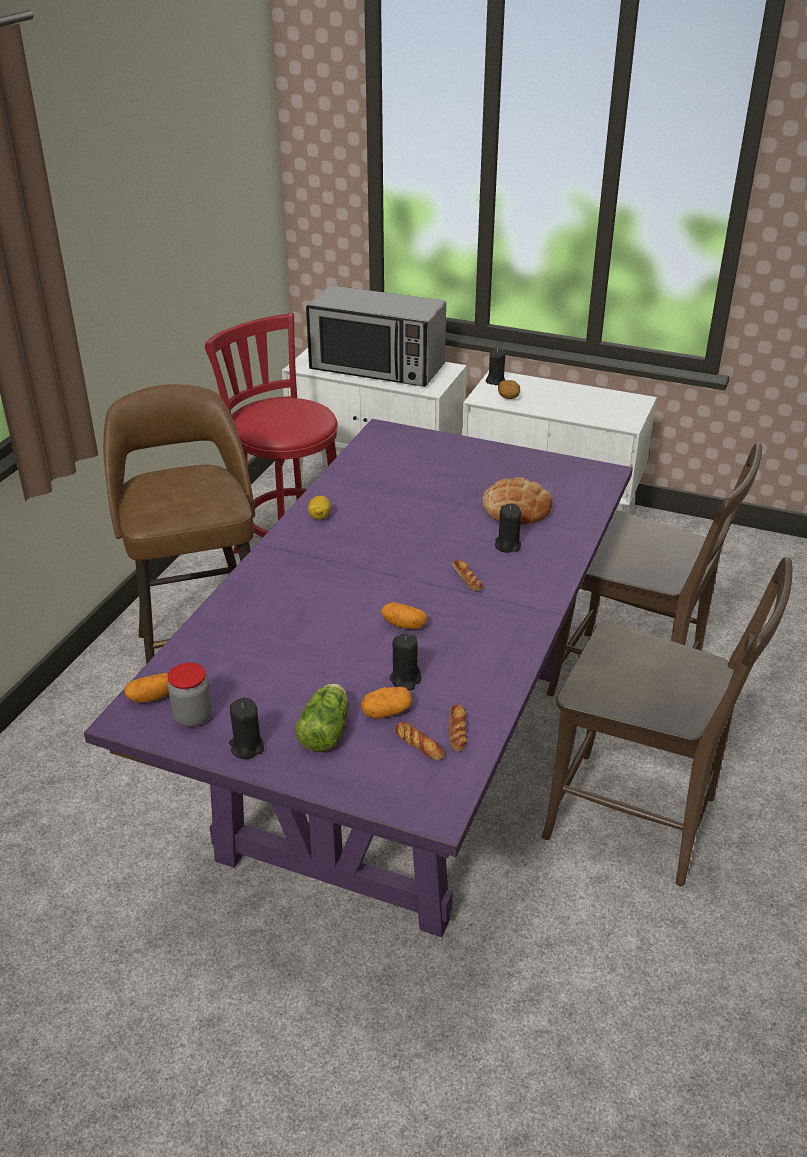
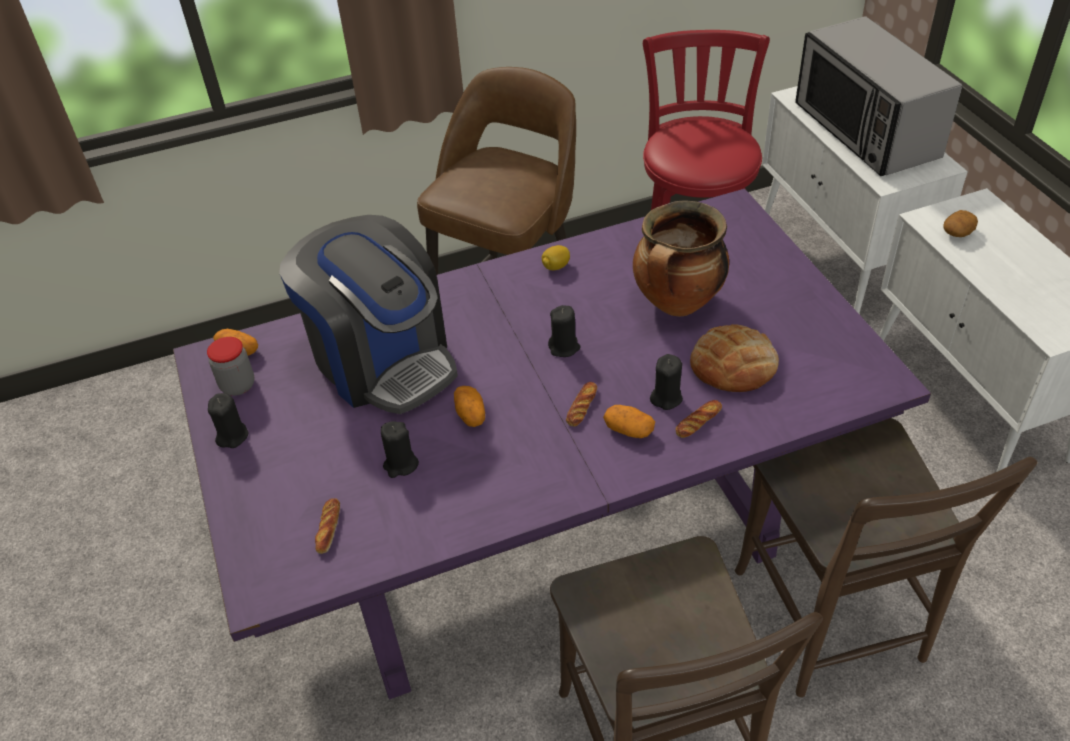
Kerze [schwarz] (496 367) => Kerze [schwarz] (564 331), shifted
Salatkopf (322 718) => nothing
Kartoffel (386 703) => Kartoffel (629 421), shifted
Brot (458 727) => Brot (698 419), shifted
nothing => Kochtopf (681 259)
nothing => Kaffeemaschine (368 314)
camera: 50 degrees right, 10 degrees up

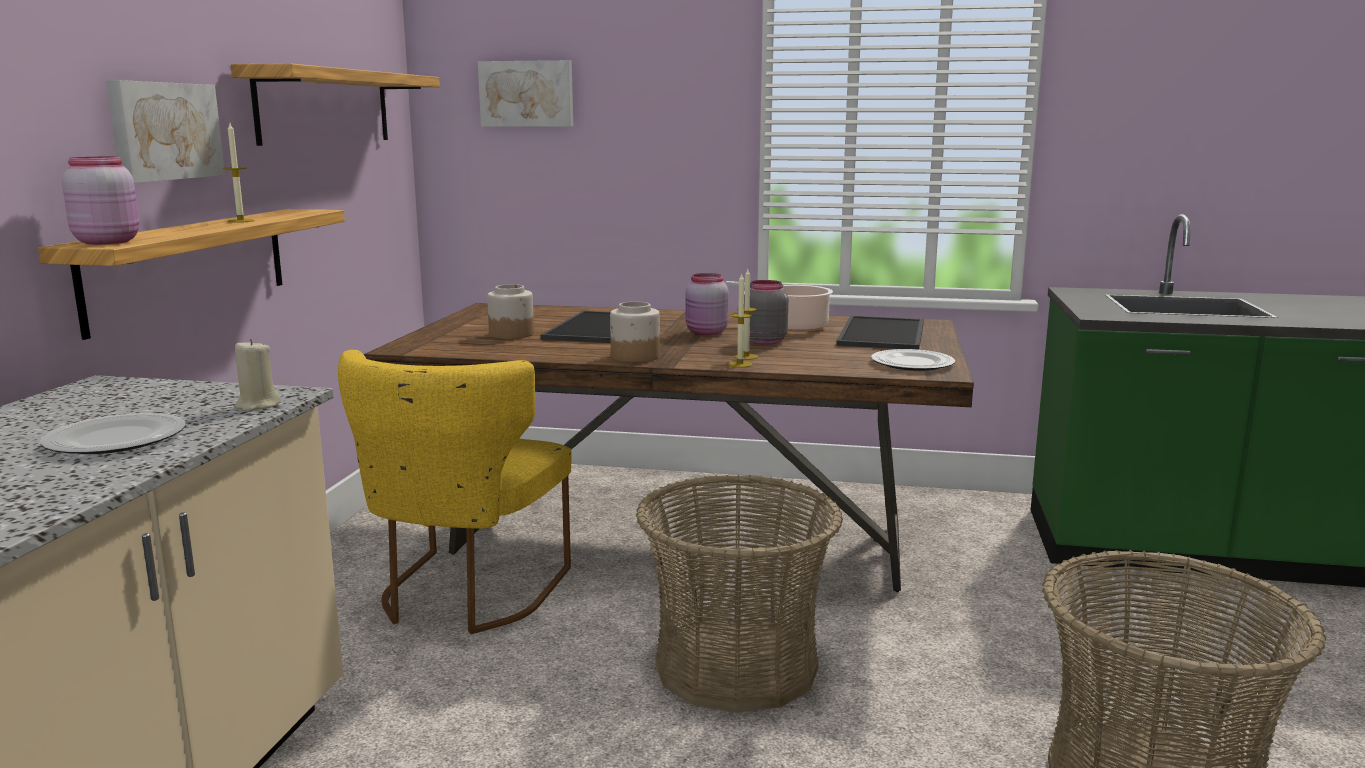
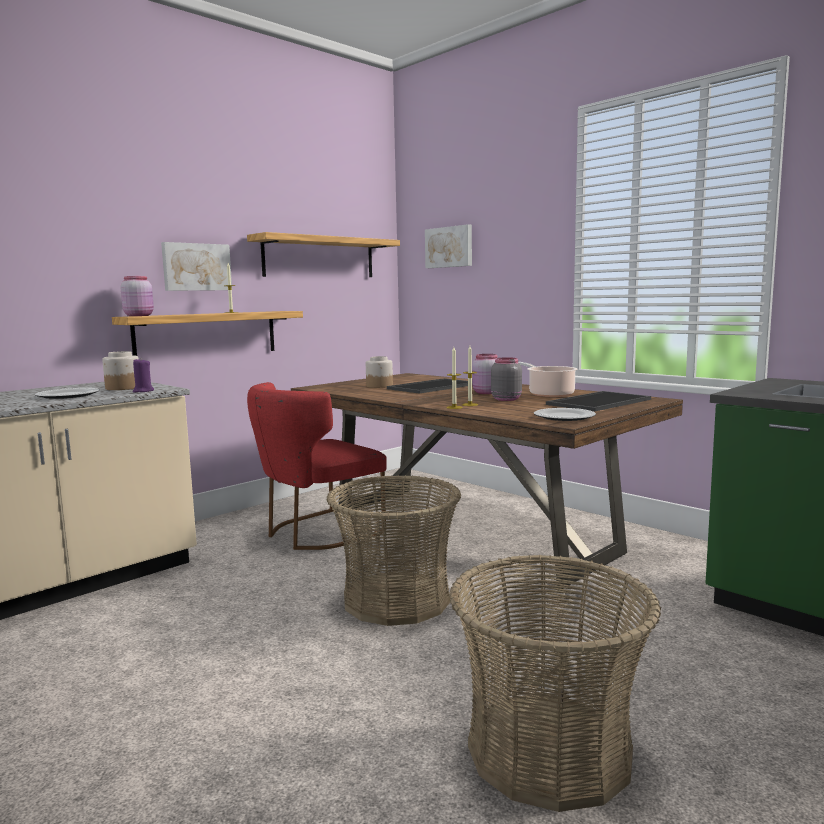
Vorratsglas (635 331) => Vorratsglas (120 370), shifted
Kerze [beige] (258 375) => Kerze [lila] (143 376)
Stuhl [gelb] (455 492) => Stuhl [rot] (317 466)
camera: 35 degrees right, 5 degrees down

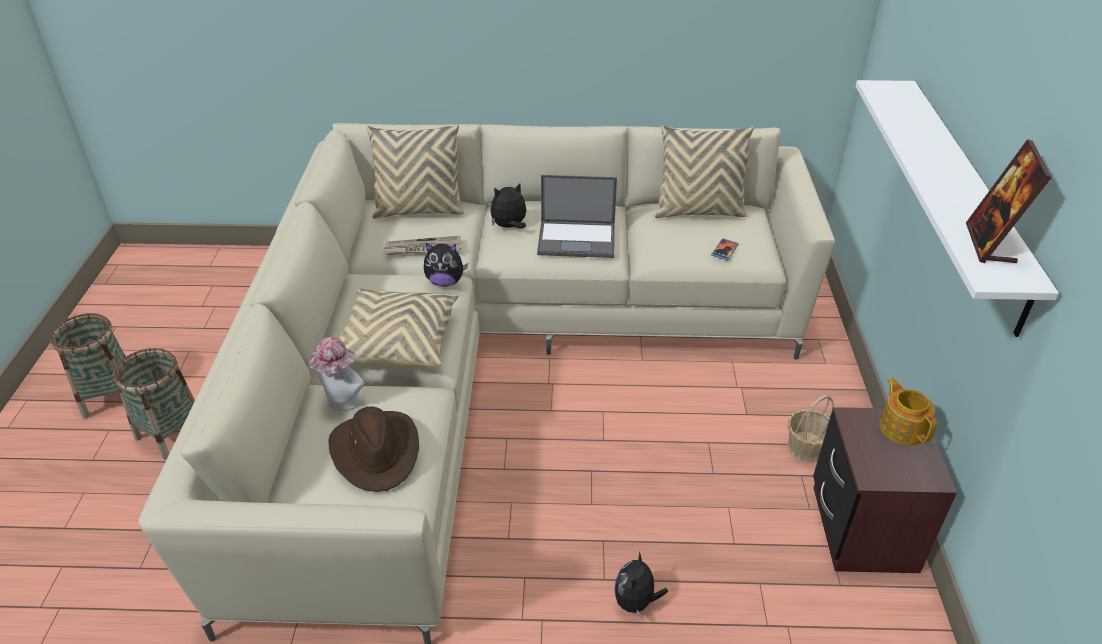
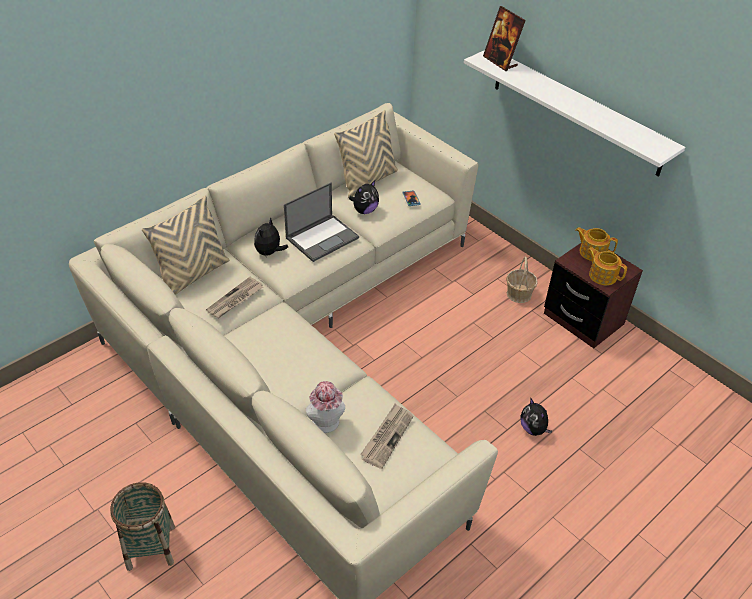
Bilderrahmen (1009 201) => Bilderrahmen (504 38), shifted
Plüschtier (446 265) => Plüschtier (364 197), shifted
Kissen [beige] (399 327) => nothing
Korb (88 366) => nothing
Hut [braun] (374 449) => Zeitung (386 436)
nothing => Teekanne (607 266)
camera: 45 degrees left, 5 degrees up

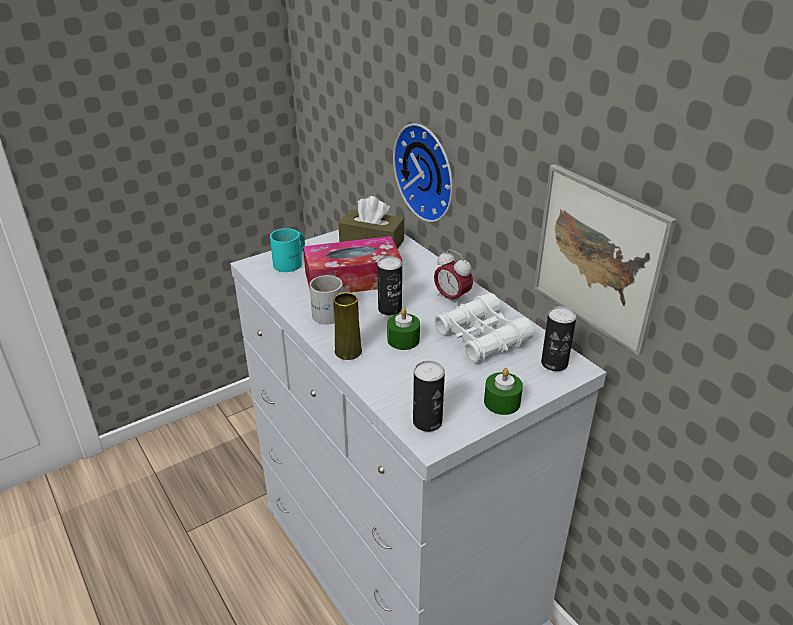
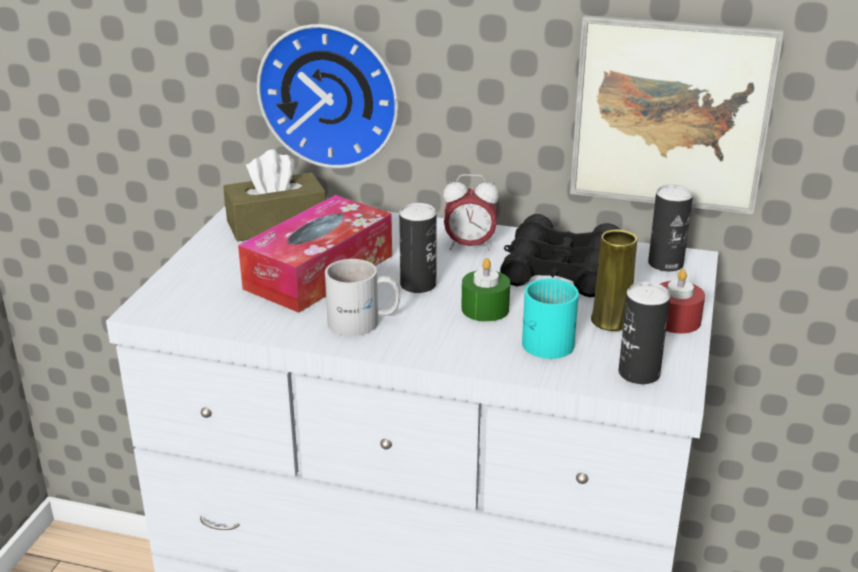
Henkelbecher [türkis] (287 250) => Henkelbecher [türkis] (550 319), shifted
Vase [gelb] (347 326) => Vase [gelb] (614 280), shifted
Fernglas [weiß] (484 328) => Fernglas [schwarz] (560 255)
Kerze [grün] (503 391) => Kerze [rot] (682 301)
camera: 40 degrees left, 5 degrees down

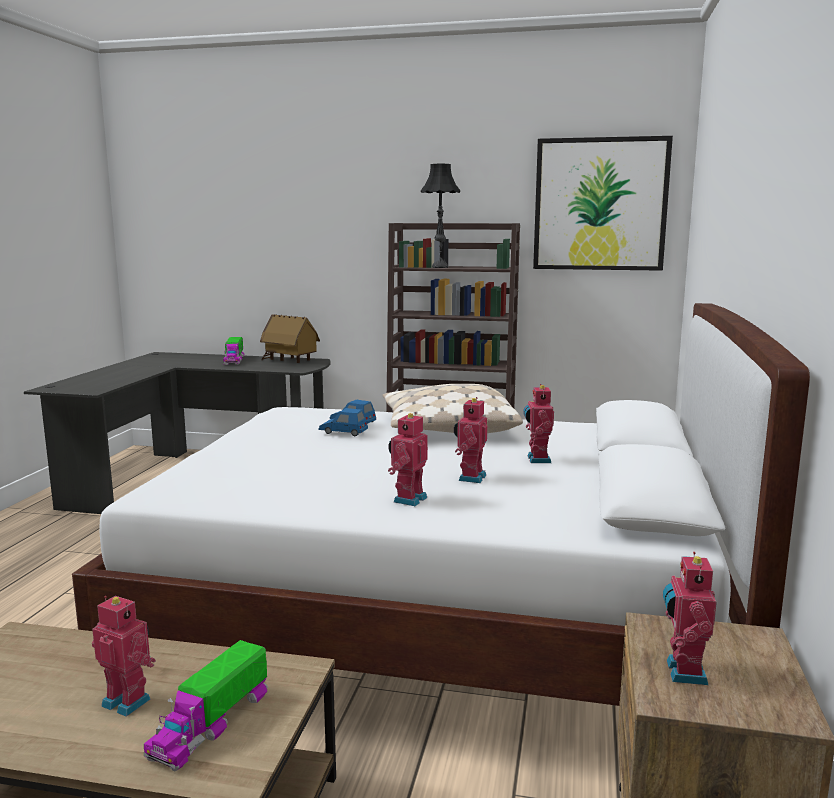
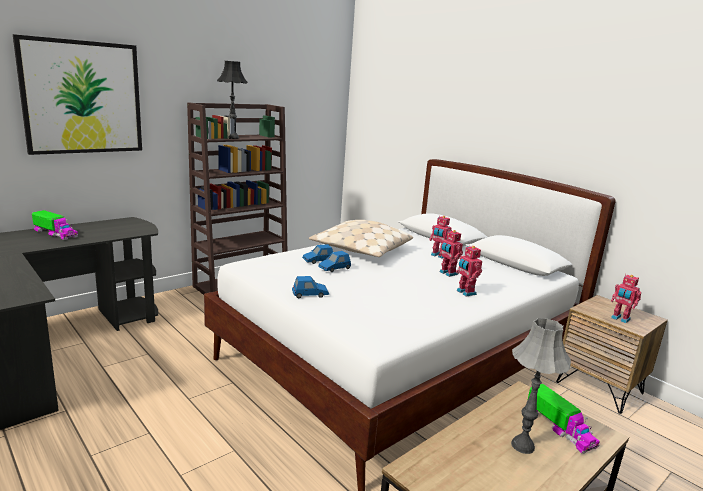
Bild (603 203) => Bild (77 94), shifted
Spielzeughaus (290 338) => nothing
Spielzeugroboter (124 656) => Tischlampe [grau] (541 386)
nothing => Spielzeugauto [blau] (310 287)
camera: 55 degrees left, 5 degrees up

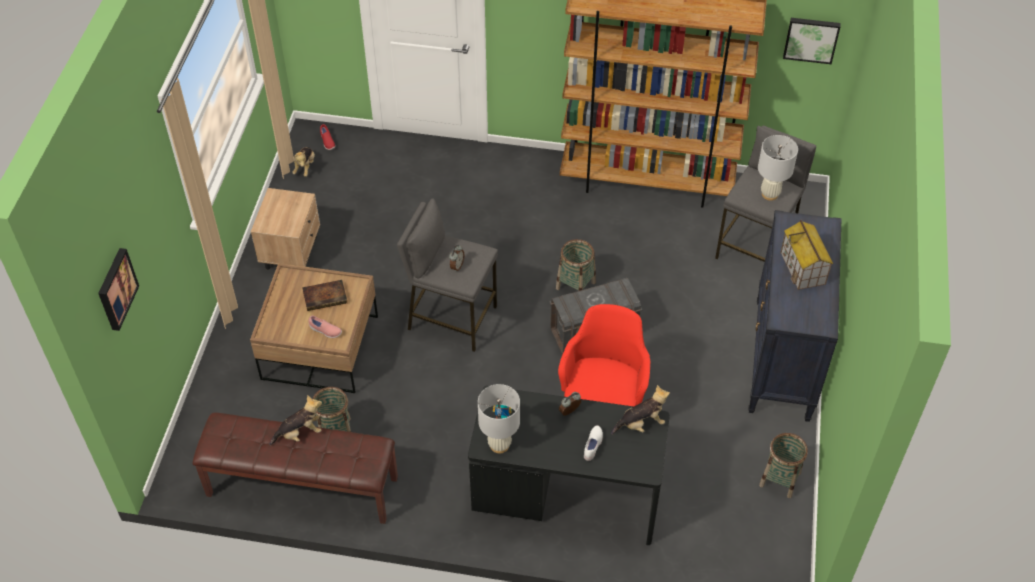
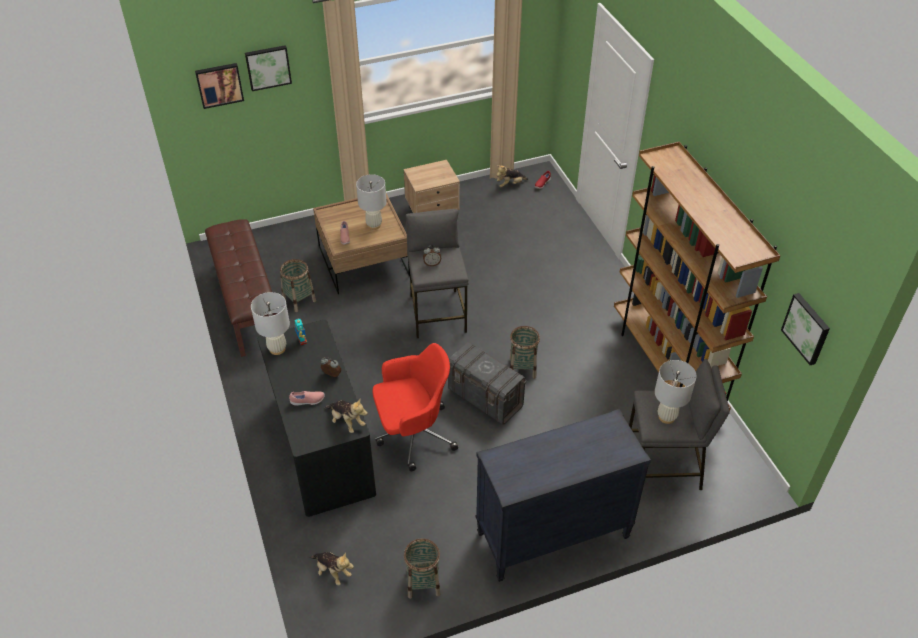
Spielzeughaus (806 255) => nothing
Buch (324 295) => Tischlampe [weiß] (371 202)
Plüschtier (295 420) => Plüschtier (331 568), shifted
Schuh [weiß] (593 443) => Schuh [rosa] (307 398)
nothing => Bild (268 68)
camera: 60 degrees right, 5 degrees down

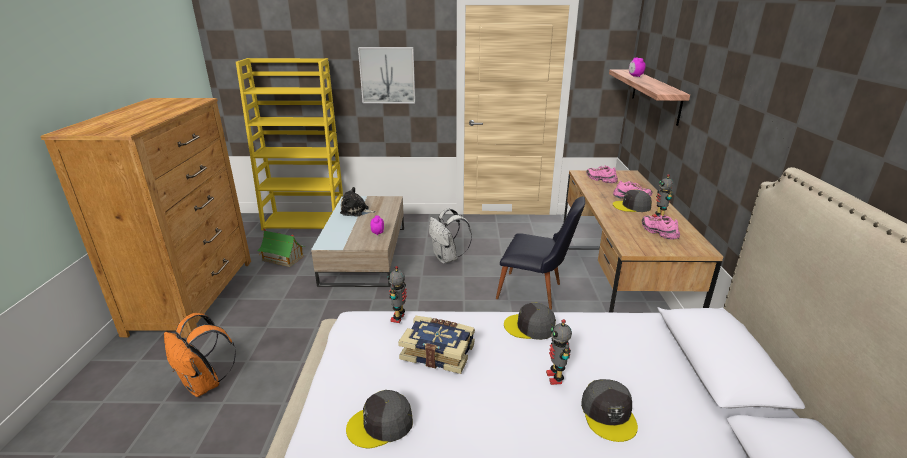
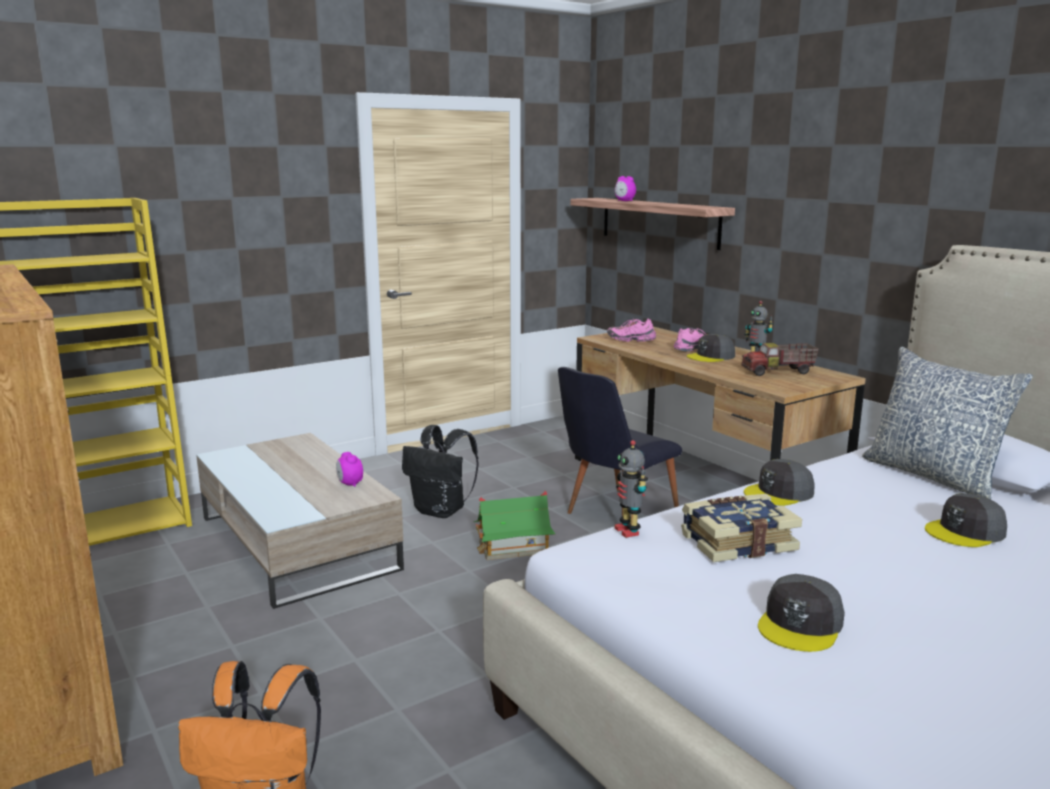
Bild (386 75) => nothing
Plüschtier (358 202) => nothing
Stuhl [schwarz] (540 253) => Stuhl [schwarz] (620 441), 150 degrees clockwise
Rucksack [weiß] (450 236) => Rucksack [schwarz] (440 471)
Schuh [rosa] (661 227) => Spielzeuglaster (780 359)
Spielzeughaus (281 248) => Spielzeughaus (514 525), shifted
Spielzeugroboter (559 352) => nothing
Kappe [grau] (609 410) => Kappe [grau] (966 520), 105 degrees clockwise
nothing => Kissen (947 423)
camera: 35 degrees left, 10 degrees down

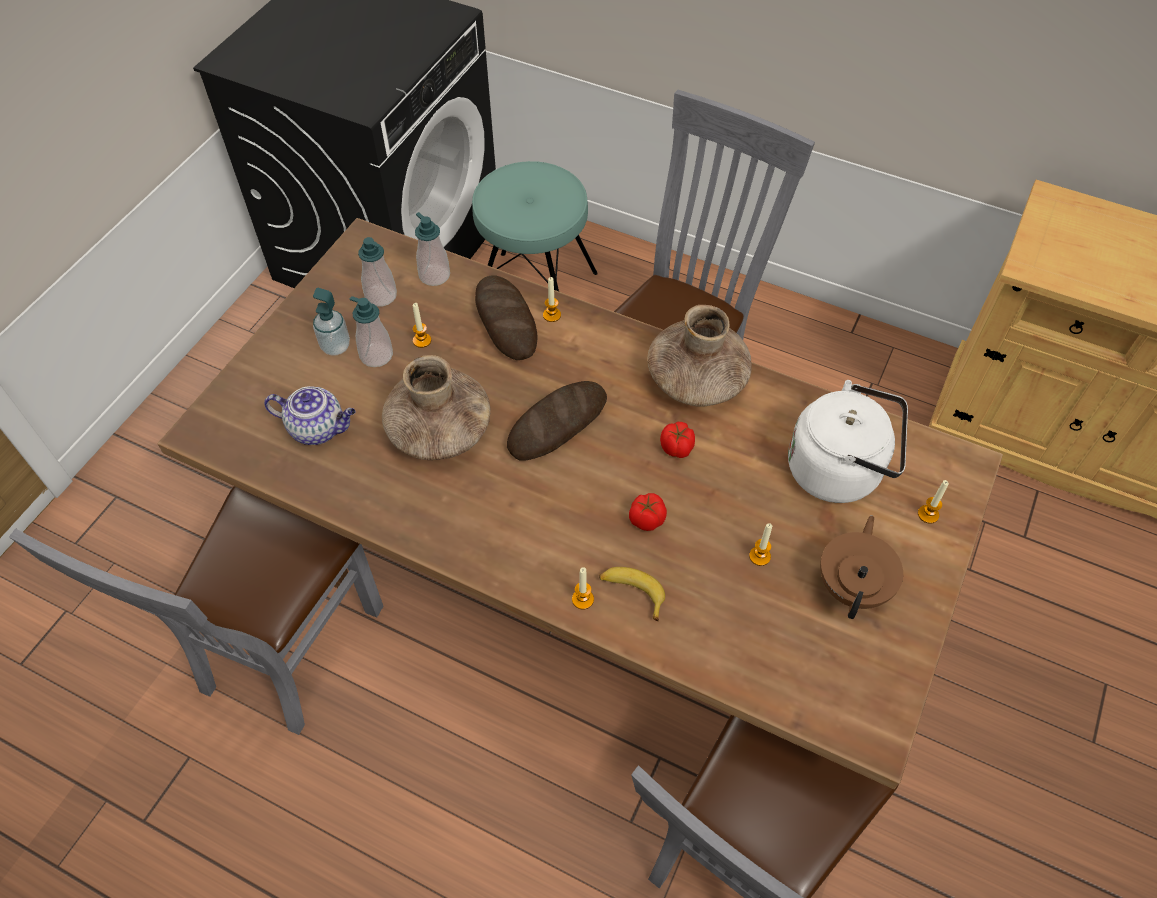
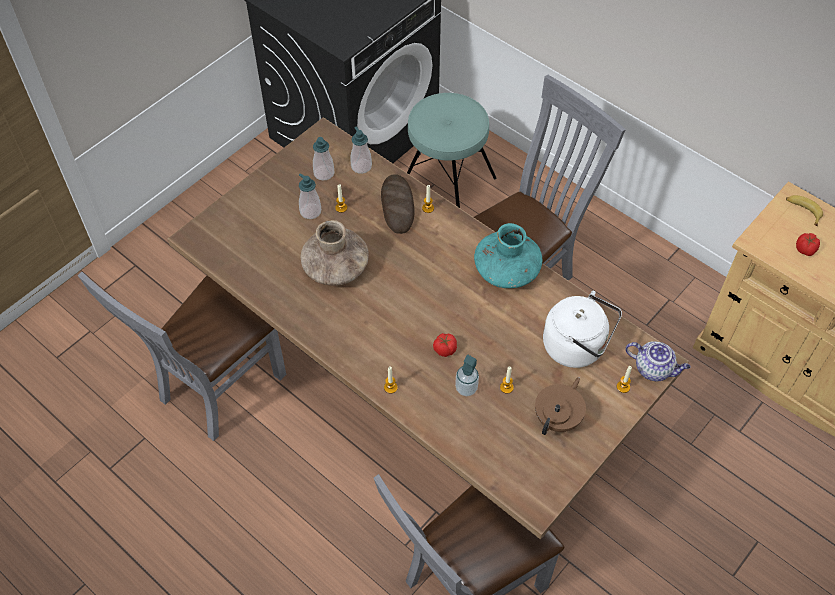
Seifenspender (331 322) => Seifenspender (467 375), shifted
Vase [braun] (699 356) => Vase [türkis] (508 255)
Brot (557 421) => nothing
Teekanne (310 415) => Teekanne (658 361), shifted
Tomate (677 440) => Tomate (808 244), shifted
Banane (632 594) => Banane (804 210), shifted
camera: 15 degrees right, 0 degrees up

